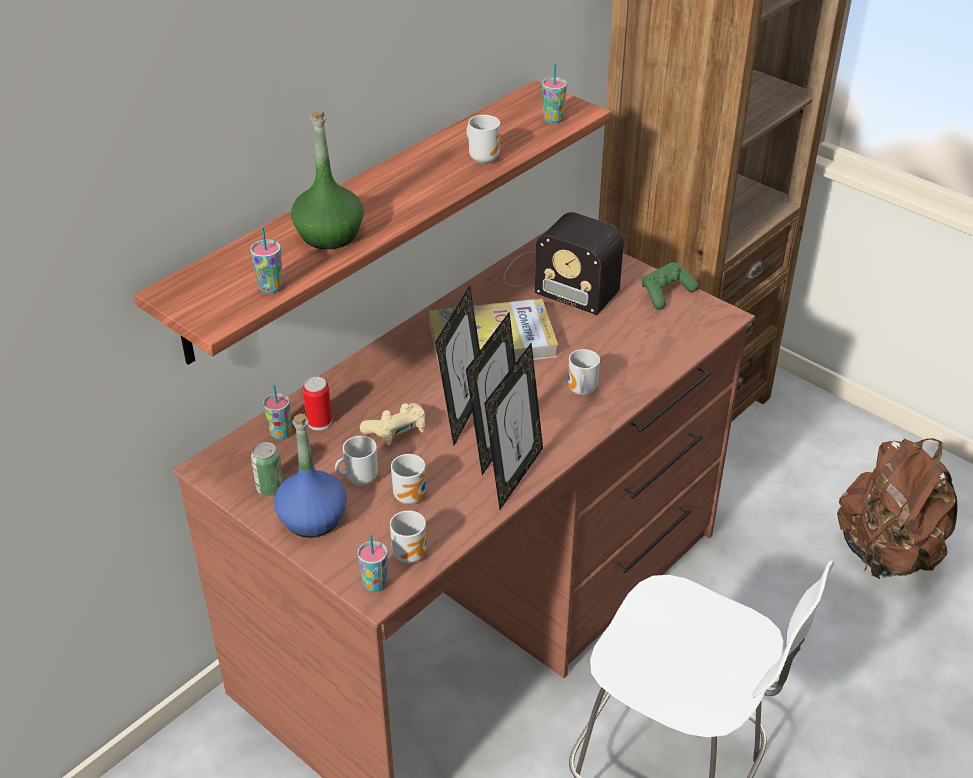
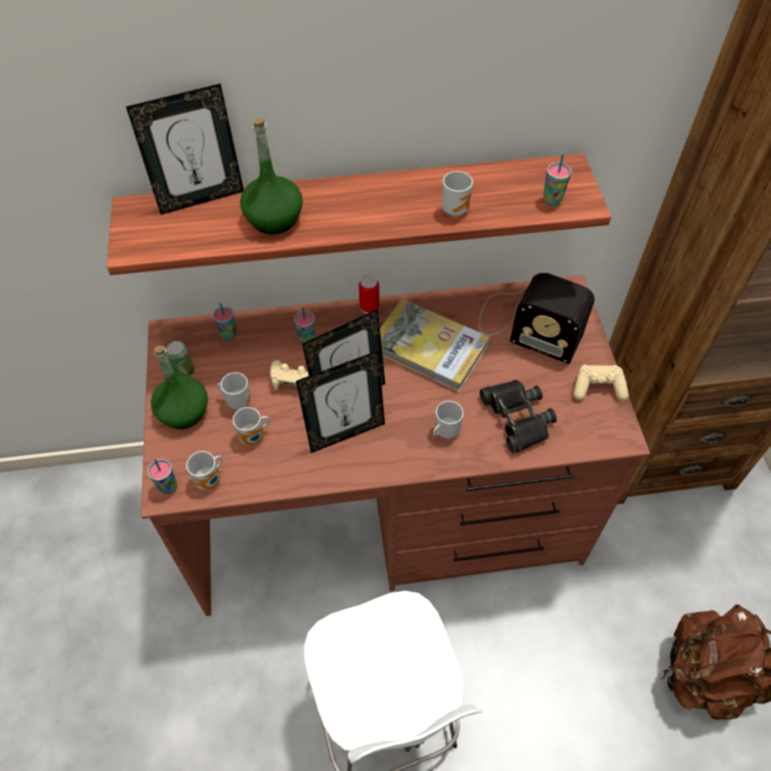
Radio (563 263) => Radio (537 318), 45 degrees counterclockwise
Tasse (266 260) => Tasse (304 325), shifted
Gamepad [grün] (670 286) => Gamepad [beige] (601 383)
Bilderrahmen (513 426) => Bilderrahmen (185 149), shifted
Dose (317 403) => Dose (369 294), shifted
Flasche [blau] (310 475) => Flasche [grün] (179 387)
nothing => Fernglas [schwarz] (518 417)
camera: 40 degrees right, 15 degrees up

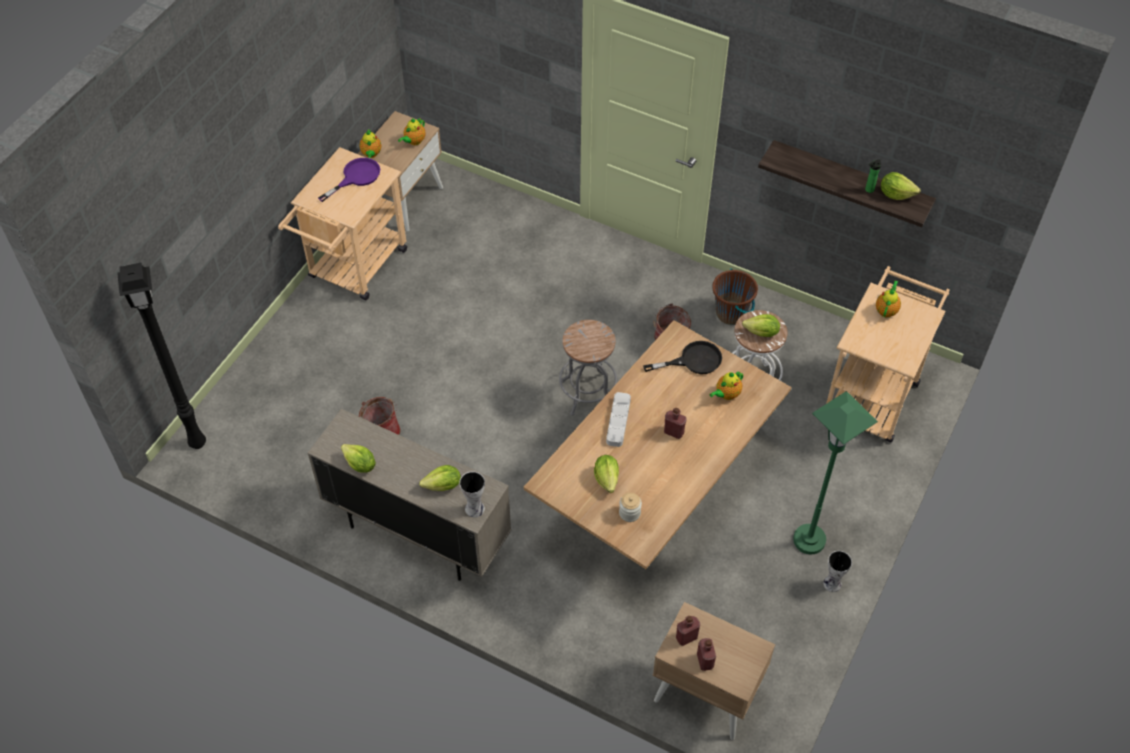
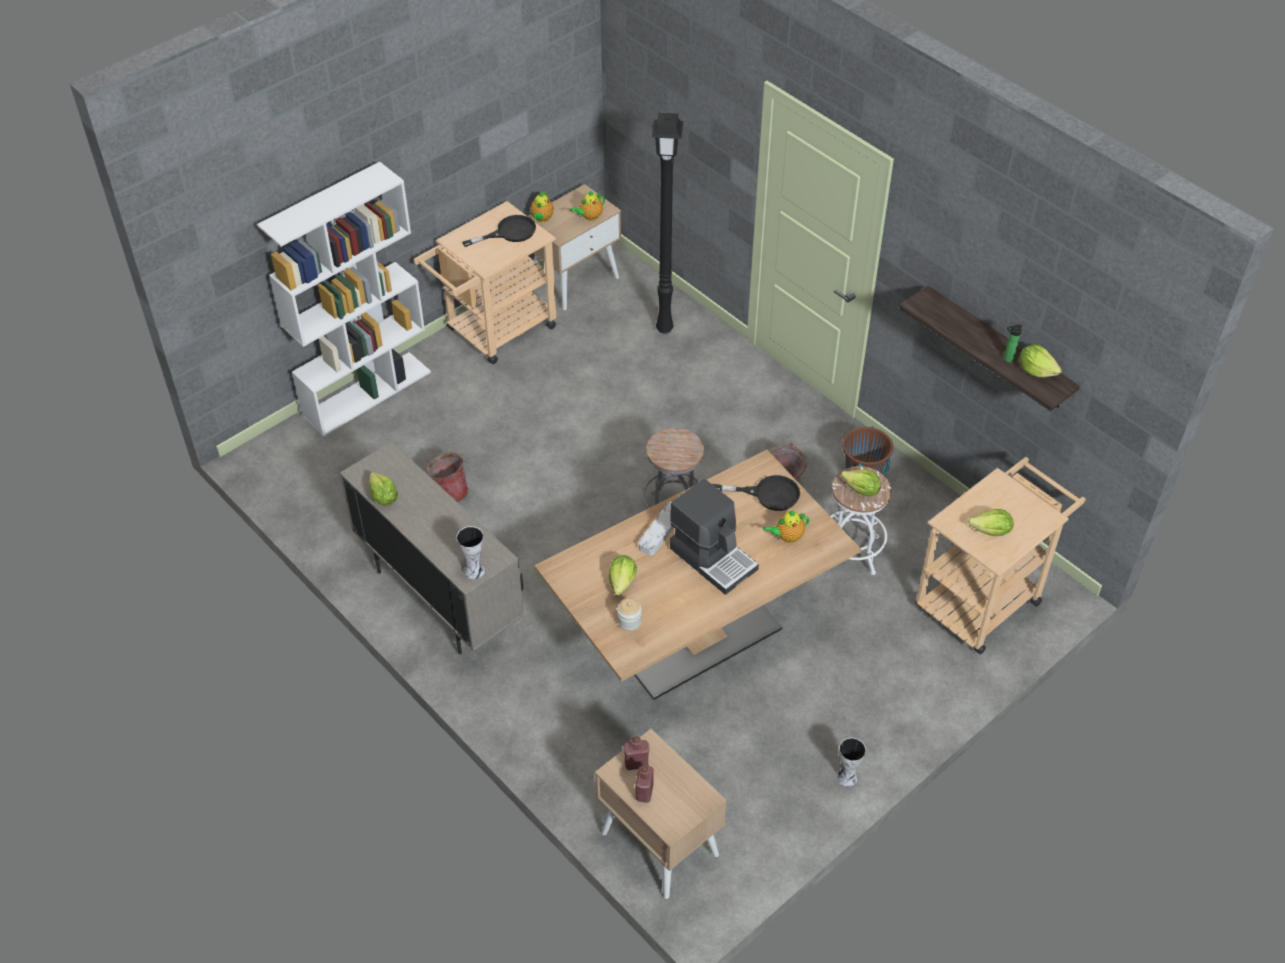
Pfanne [lila] (349 180) => Pfanne [schwarz] (499 231)
Stehlampe [schwarz] (161 355) => Stehlampe [schwarz] (667 223), shifted
Teekanne (888 299) => nothing
Stehlampe [grün] (835 472) => nothing
Flasche [rot] (675 423) => Kaffeemaschine (714 537)
Salatkopf (440 478) => Salatkopf (991 522), shifted
nothing => Bücherregal [weiß] (344 299)
camera: 20 degrees right, 5 degrees down

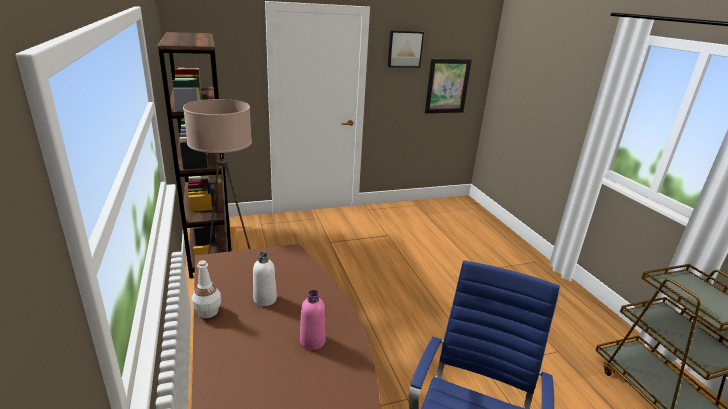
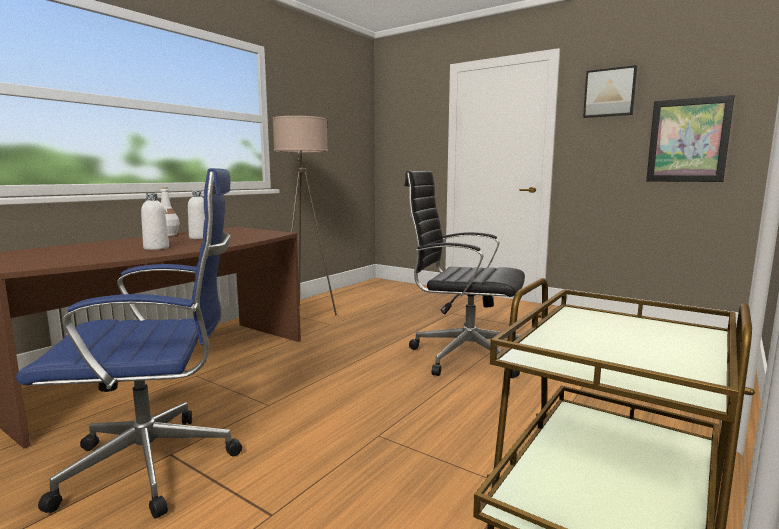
Bücherregal [braun] (195 155) => nothing
Flasche [rosa] (313 320) => Flasche [weiß] (155 221)
nothing => Bürostuhl [schwarz] (465 274)
camera: 55 degrees right, 15 degrees down

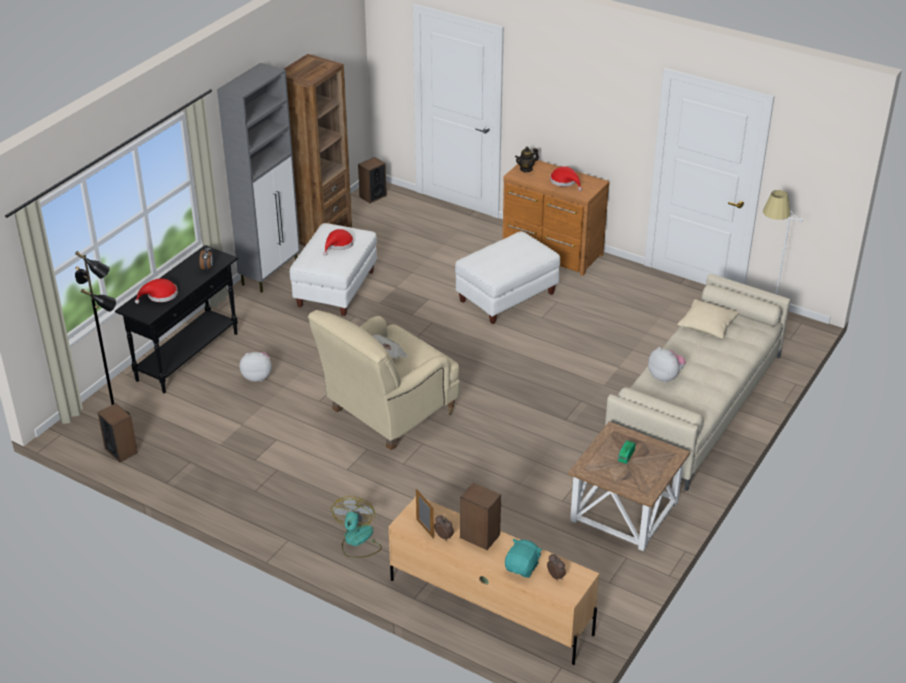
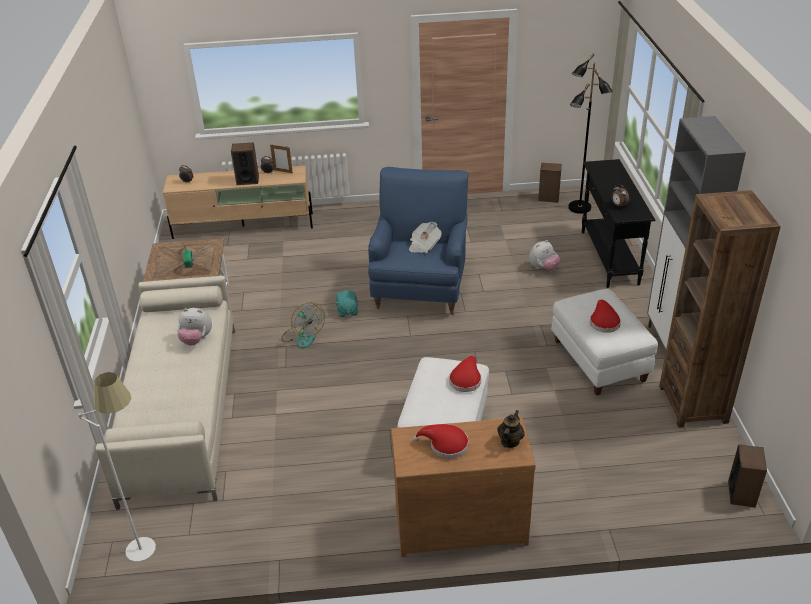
Hut [rot] (156 291) => Hut [rot] (465 374), shifted
Kissen [beige] (708 319) => nothing
Sessel [beige] (384 380) => Sessel [blau] (418 241)
Ventilator (356 527) => Ventilator (303 325), shifted
Plüschtier [türkis] (523 558) => Plüschtier [türkis] (347 303), shifted
camera: 145 degrees right, 0 degrees up

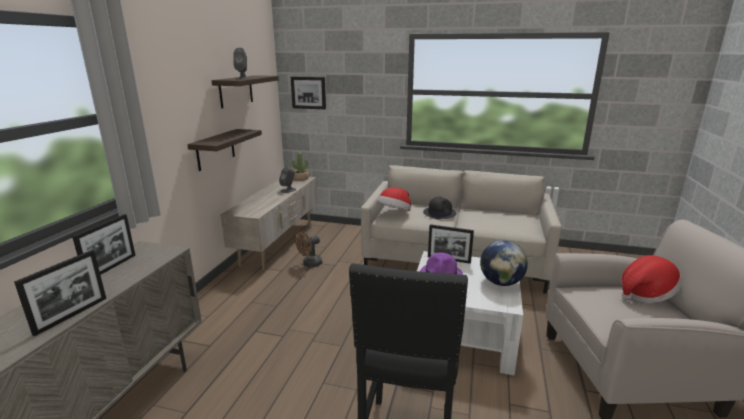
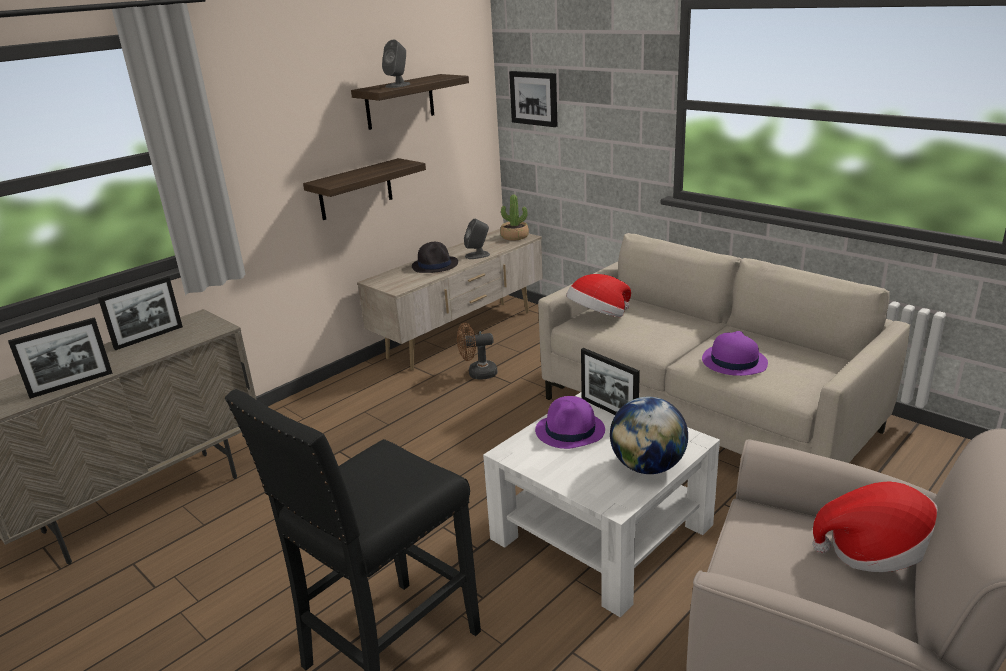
Hut [schwarz] (440 208) => Hut [schwarz] (435 257), shifted
nothing => Hut [lila] (735 353)
camera: 30 degrees right, 5 degrees up

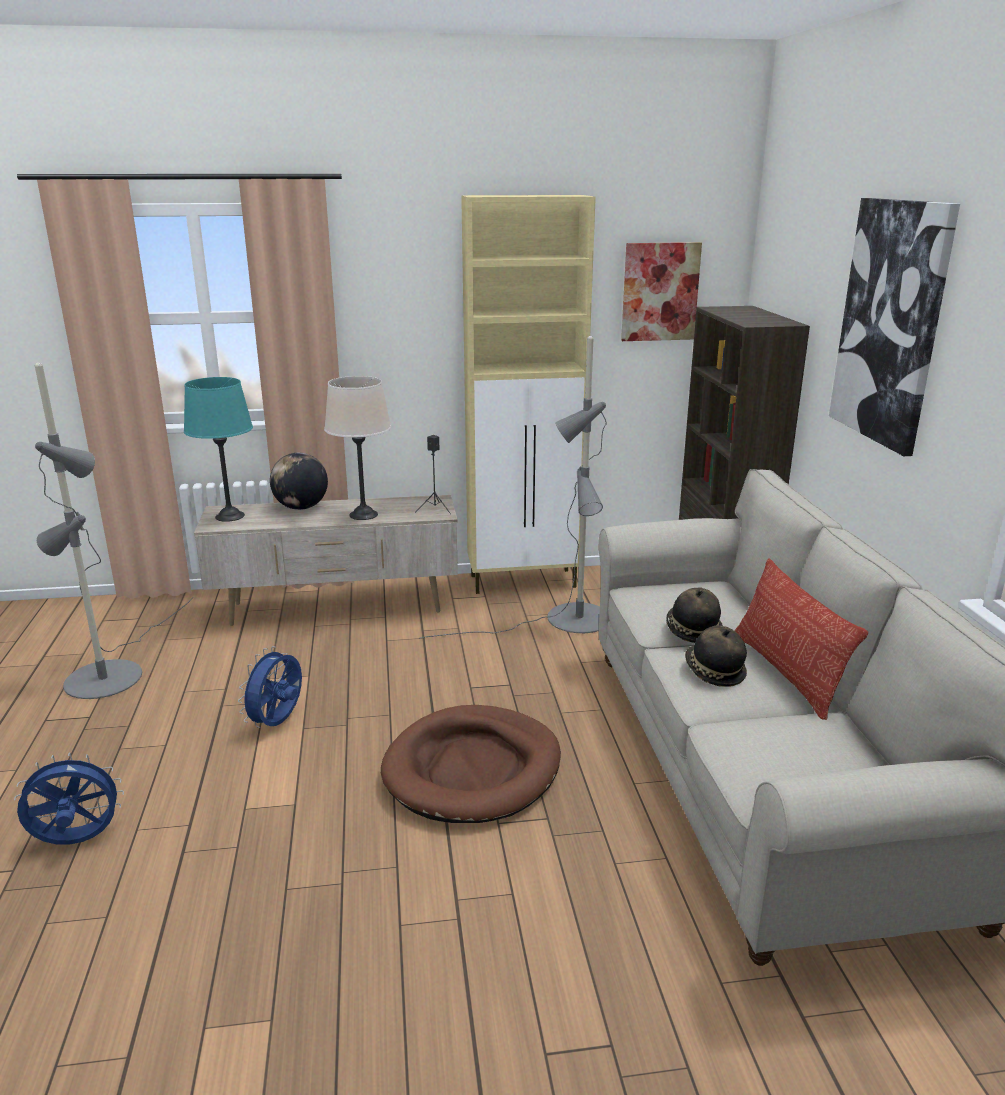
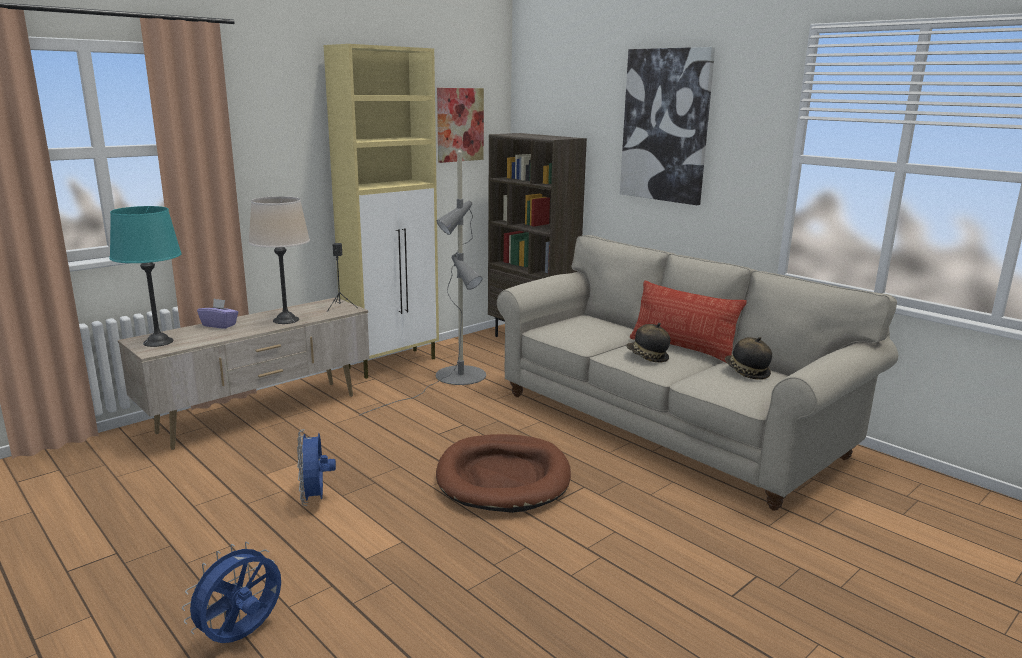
Stehlampe [grau] (114 531) => nothing
Globus (299 481) => Taschentuchbox [lila] (218 314)
Hut (695 615) => Hut (748 358), shifted
camera: 35 degrees left, 5 degrees down

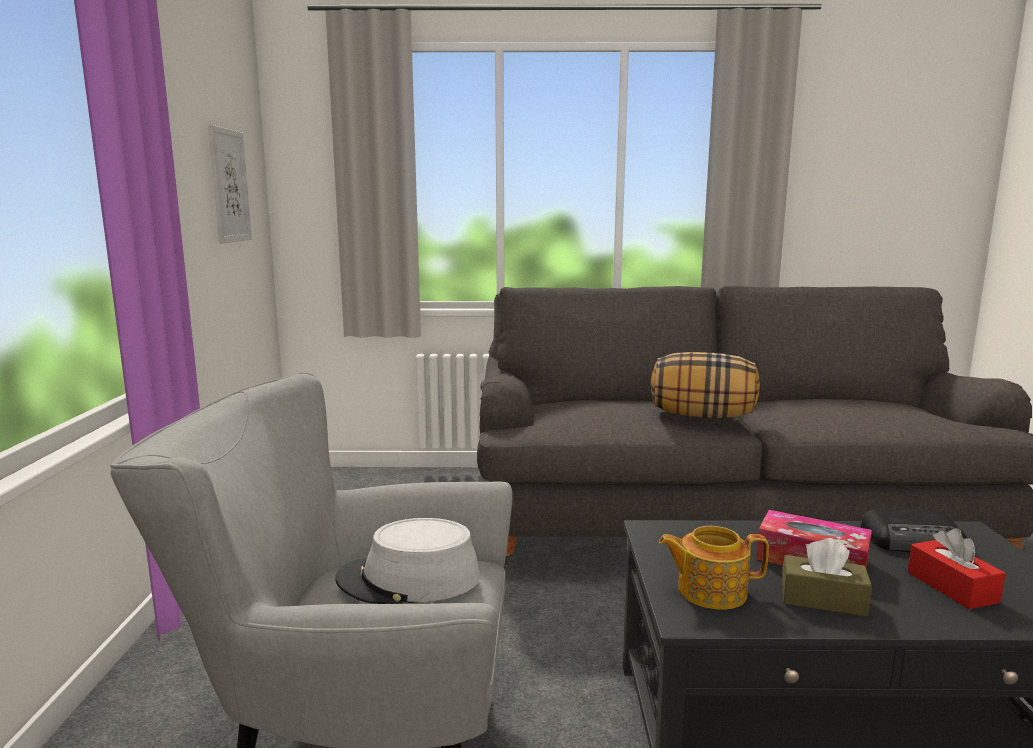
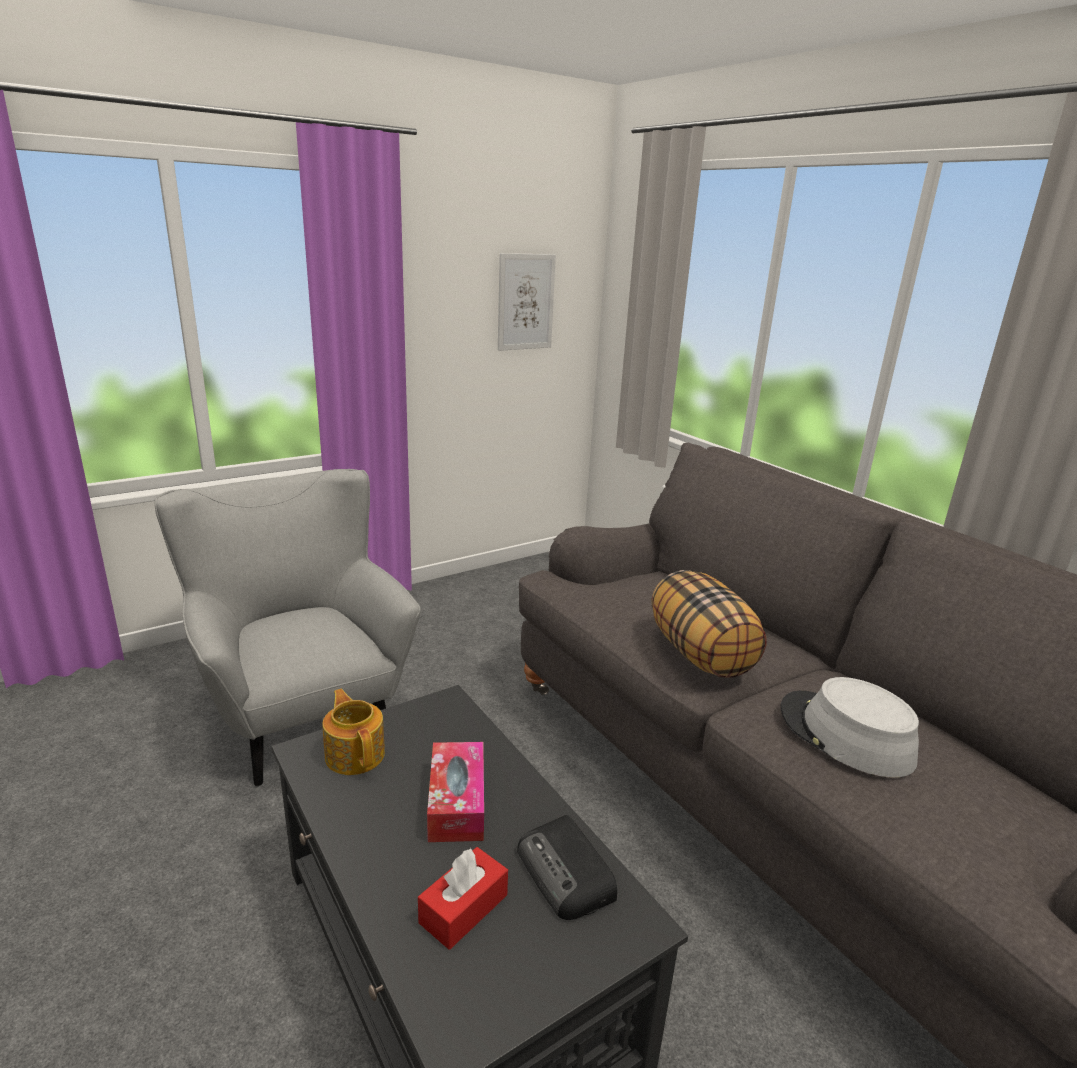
Hut [grau] (407 561) => Hut [grau] (850 727), shifted
Taschentuchbox [braun] (827 577) => nothing
camera: 55 degrees right, 10 degrees up

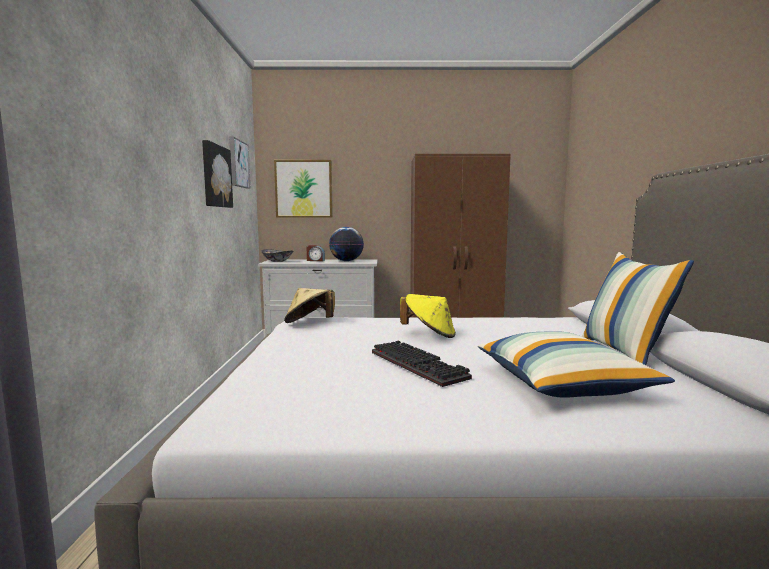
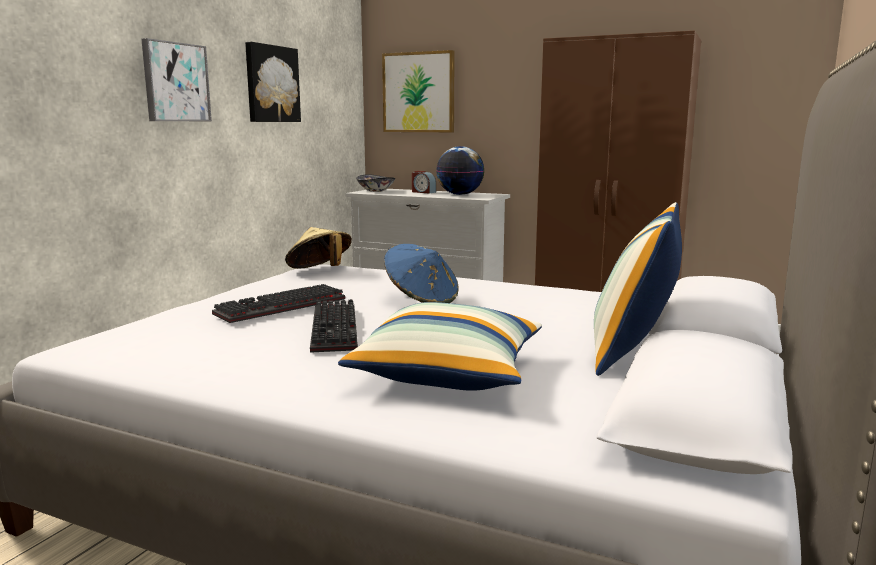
Bild (239 162) => Bild (176 79), shifted
Hut [gelb] (428 316) => Hut [blau] (421 273)
nothing => Tastatur (278 303)
camera: 25 degrees right, 5 degrees up

